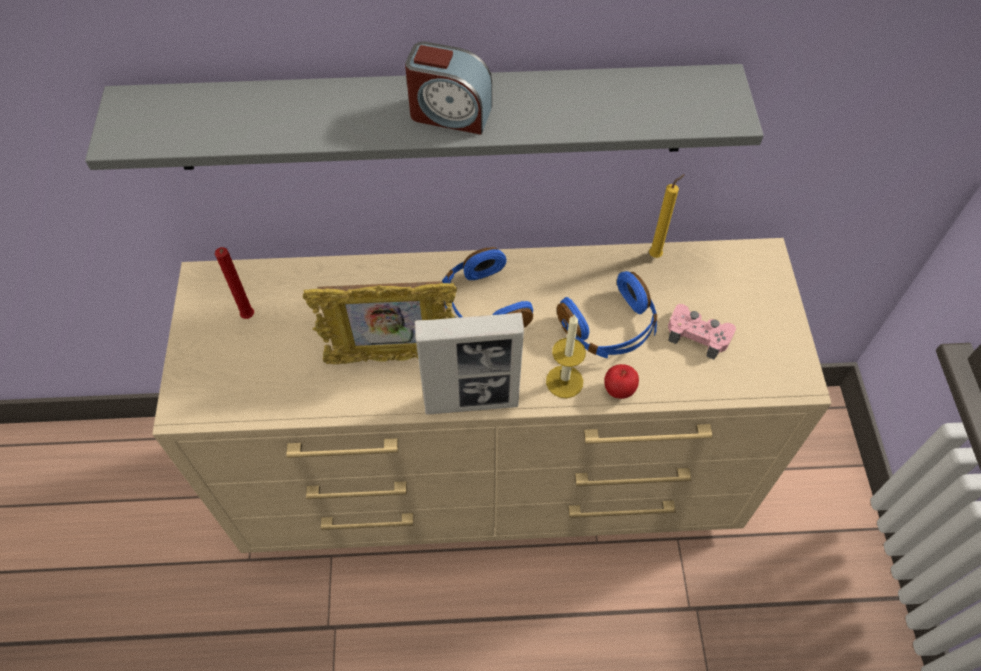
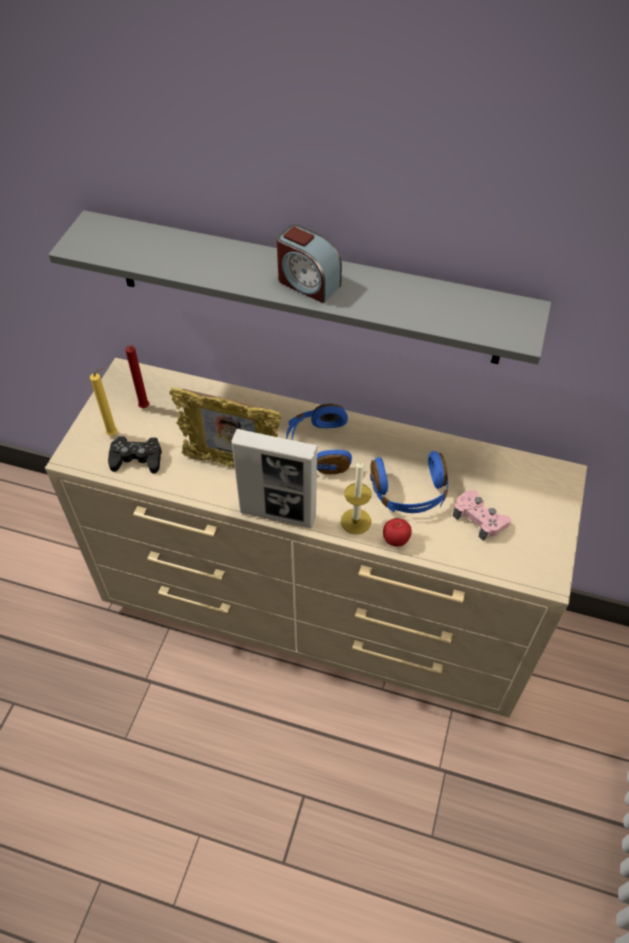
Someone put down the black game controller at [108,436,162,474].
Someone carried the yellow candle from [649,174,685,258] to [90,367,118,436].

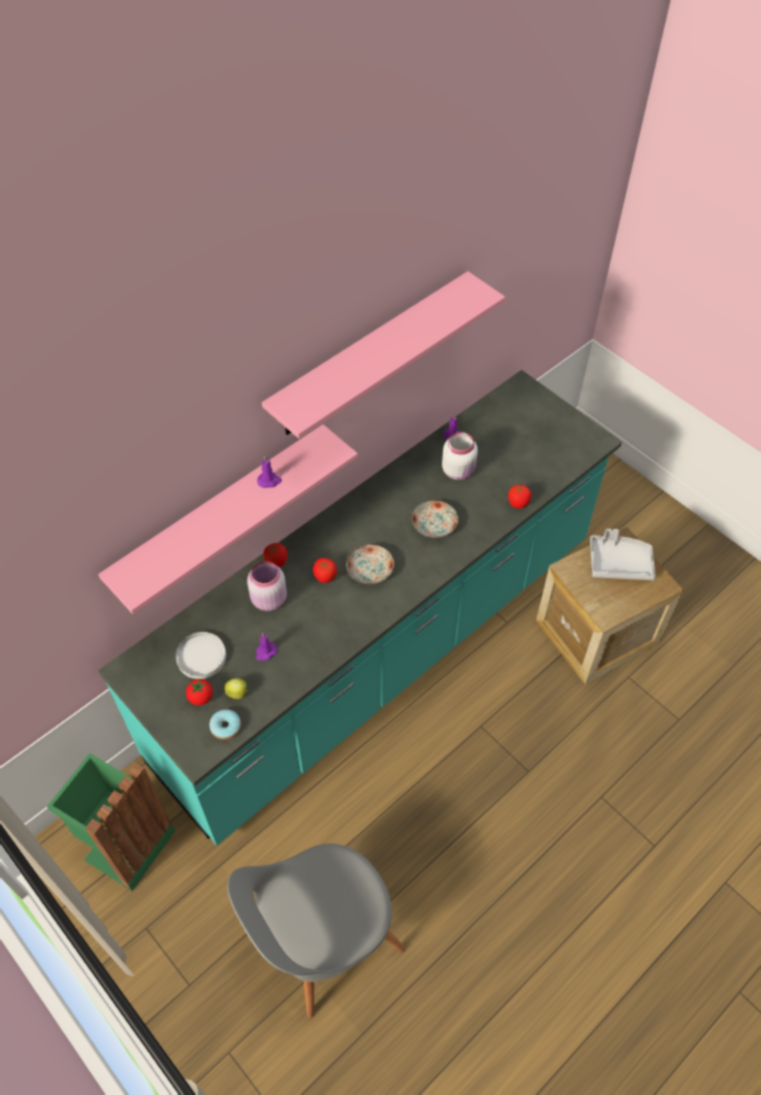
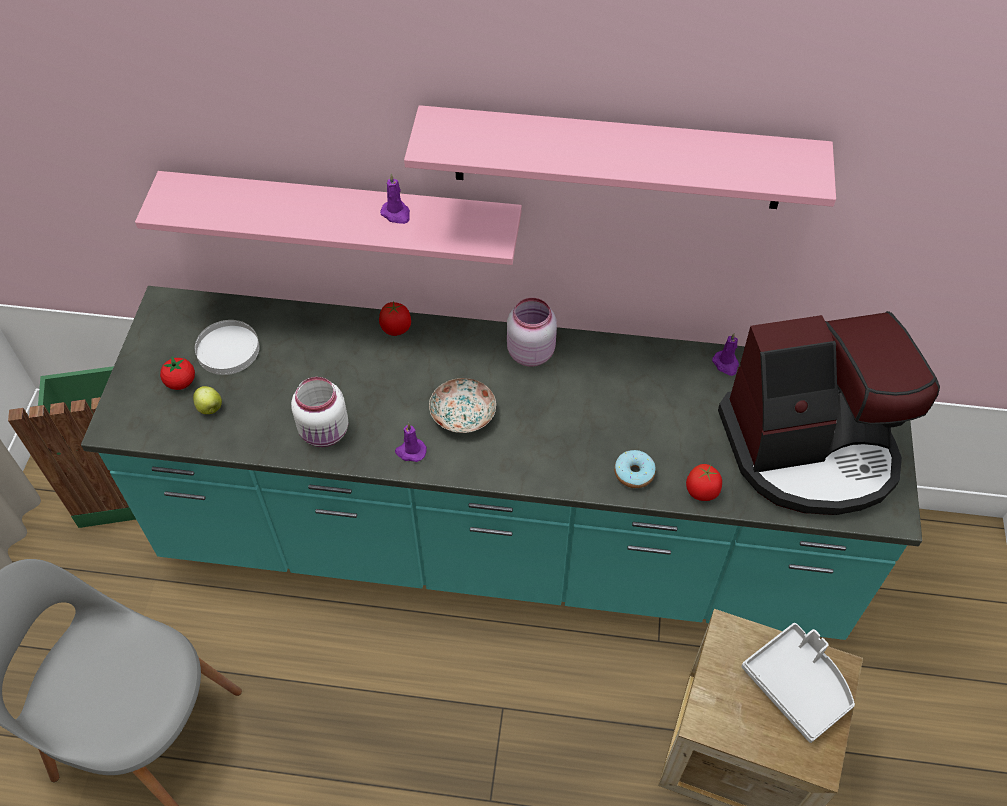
Someone took away the tomato at [313,558,337,583].
Someone took away the plate at [412,501,458,538].
Someone put down the coffee machine at [718,311,940,515].
Someone carried the donut from [209,709,241,740] to [614,450,656,488].
Someone carried the pink jar from [247,561,287,611] to [507,298,557,366].
Someone carried the purple candle from [256,633,277,661] to [395,423,427,462].
Someone carried the white jar from [442,432,478,480] to [291,377,348,447].

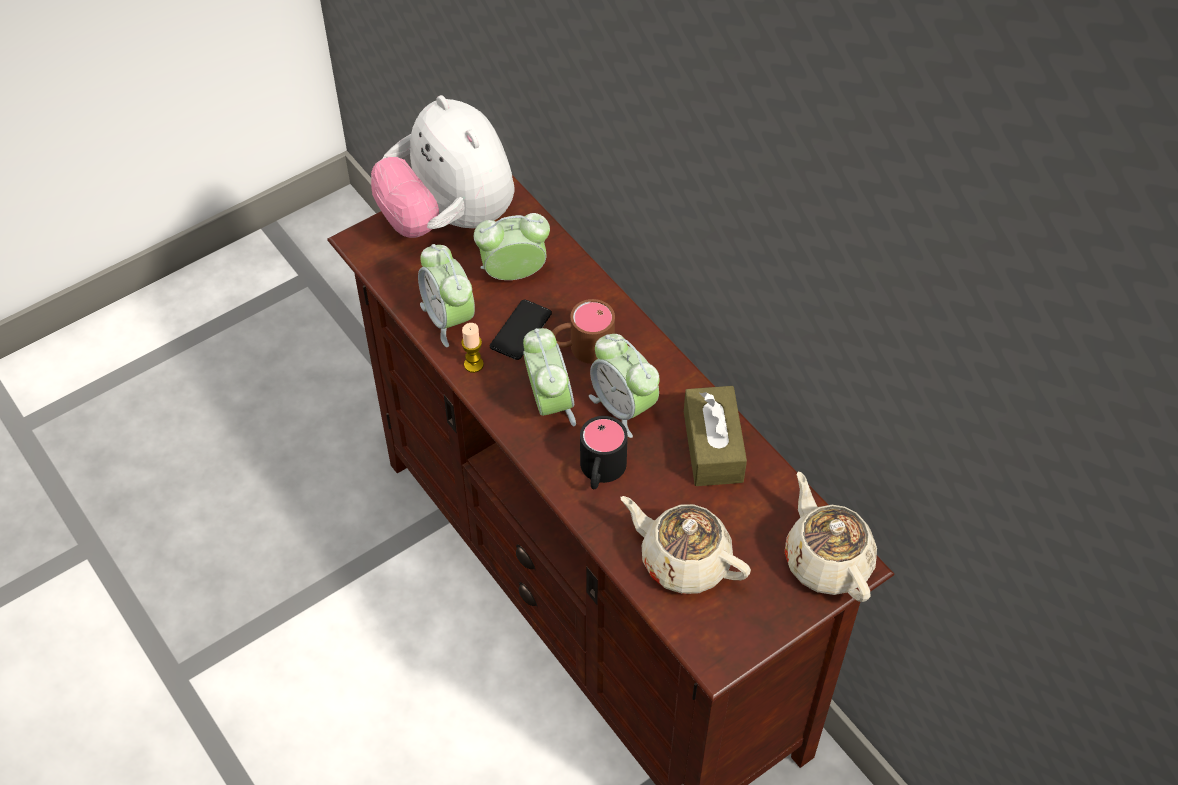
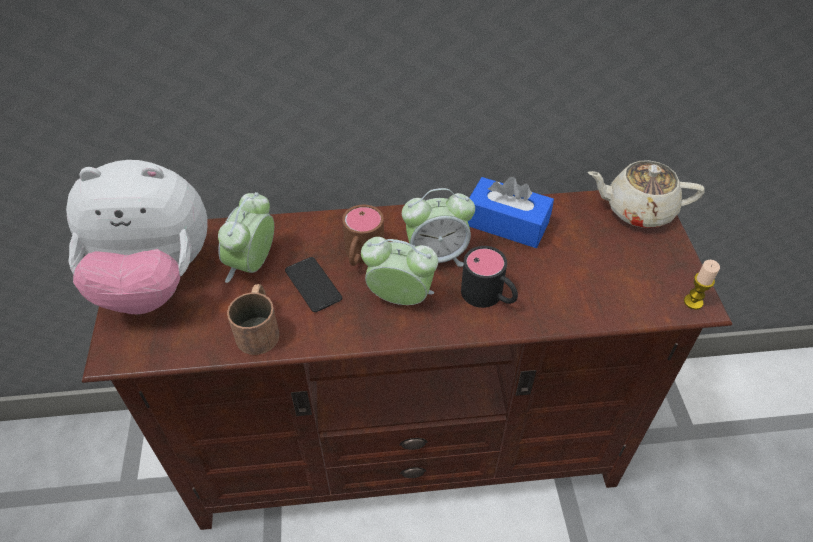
Someone took away the beige teapot at [621,496,751,594].
Someone carried the candle from [461,323,484,373] to [684,260,720,310].
Someone swapped the alarm clock at [418,244,475,347] for the brown mug at [227,284,280,355].
Someone repainted the brown tissue box at [684,386,747,486], which became the blue tissue box at [468,177,554,248].

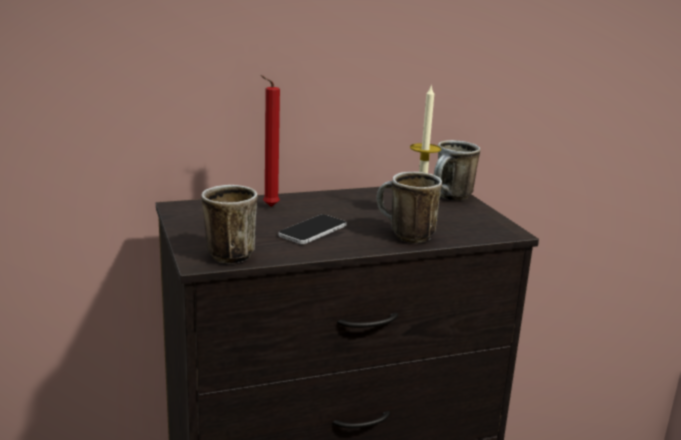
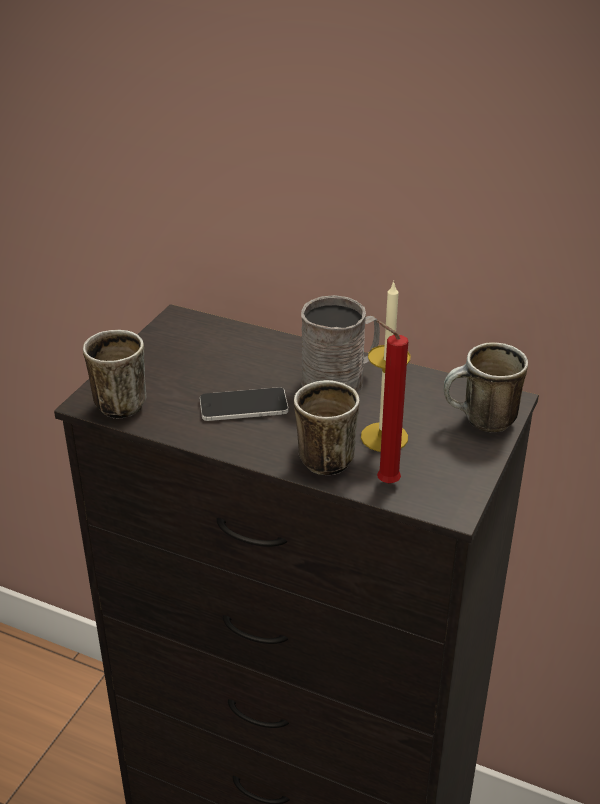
Someone put down the grey mug at [301,295,380,394].
Someone carried the red candle from [260,75,280,207] to [377,321,408,484].

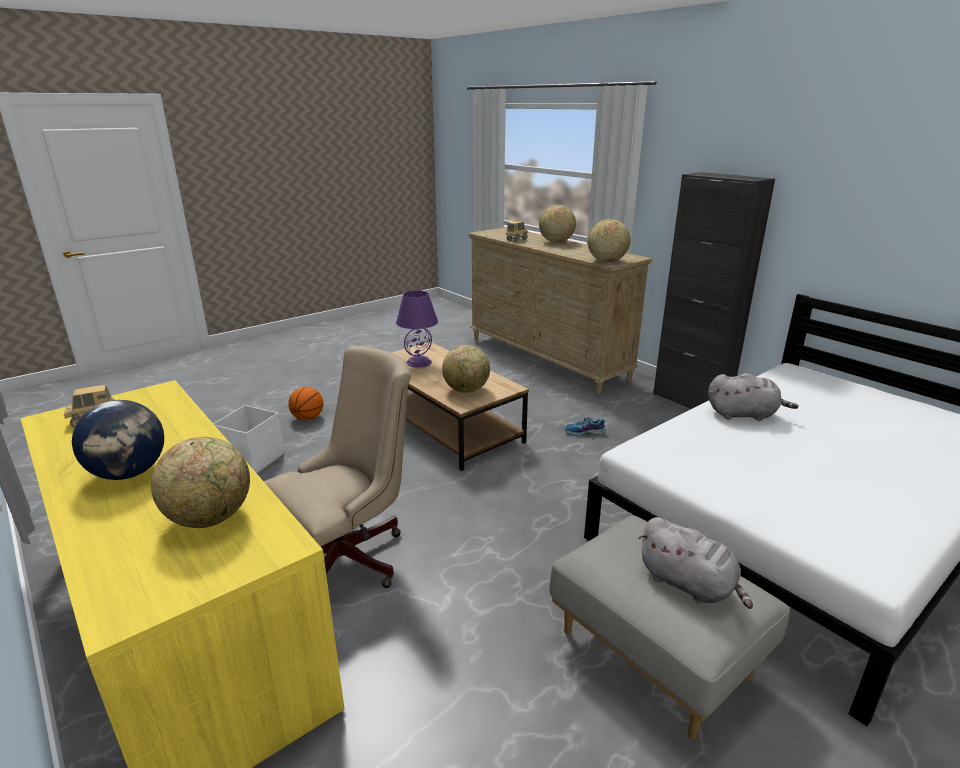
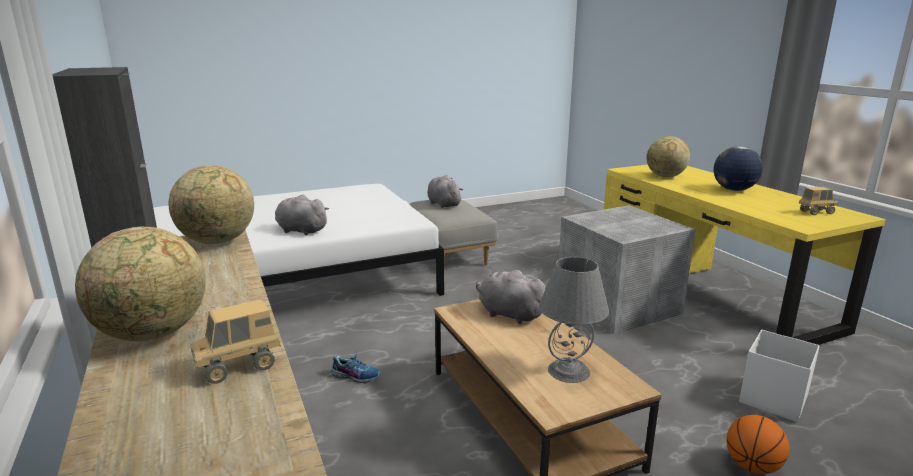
Someone swapped the beige office chair at [264,346,411,588] for the grey storage box at [559,205,696,334].
Someone swapped the globe at [442,345,490,393] for the grey plush toy at [476,270,546,324].
Someone repainted the purple table lamp at [396,290,438,368], which became the grey table lamp at [539,257,609,383].

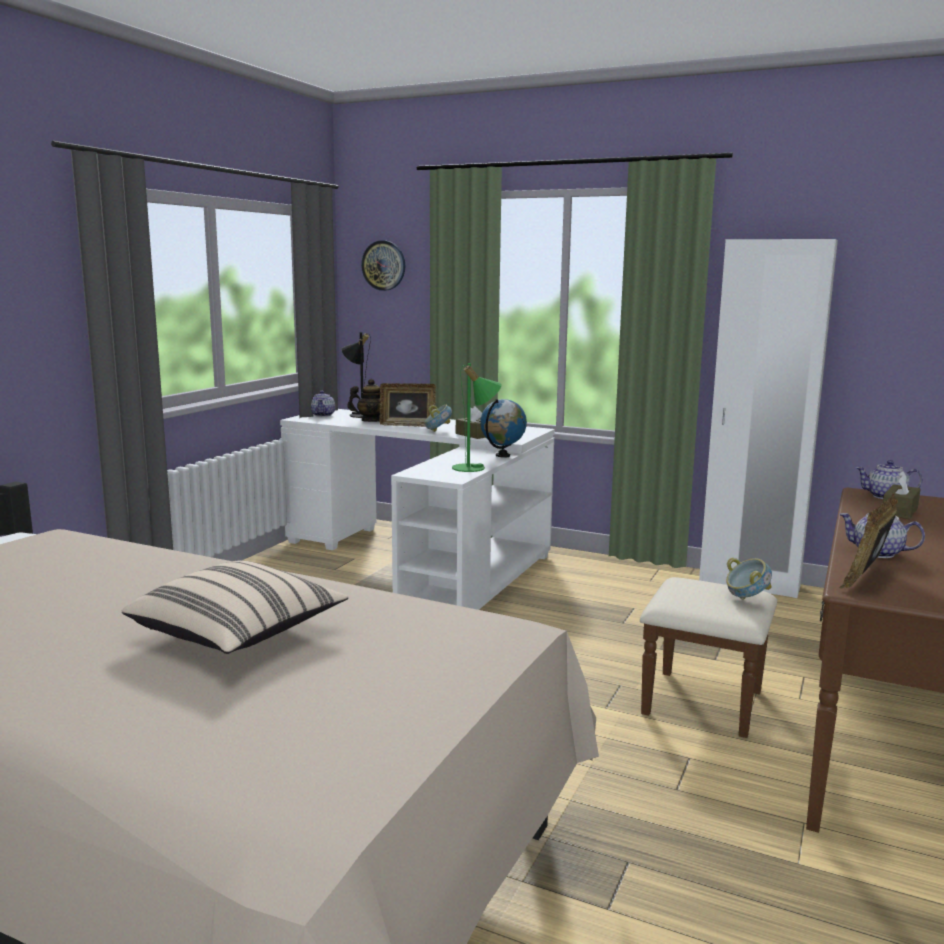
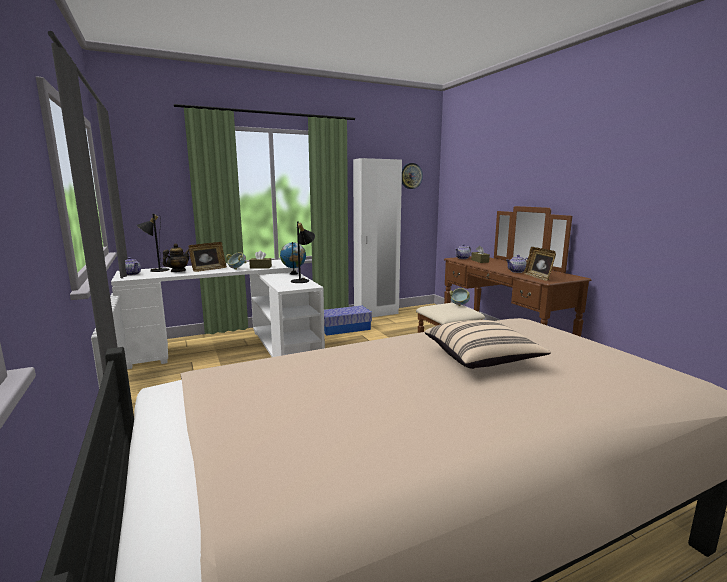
Someone put down the storage box at [324,306,372,335].
Someone carried the wall clock from [361,240,405,291] to [402,163,423,189].
Someone repainted the green table lamp at [452,363,501,472], which became the black table lamp at [291,221,315,283].

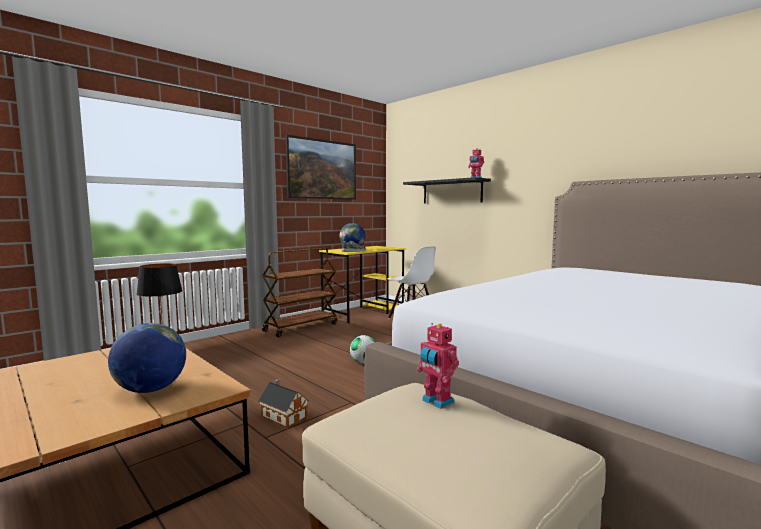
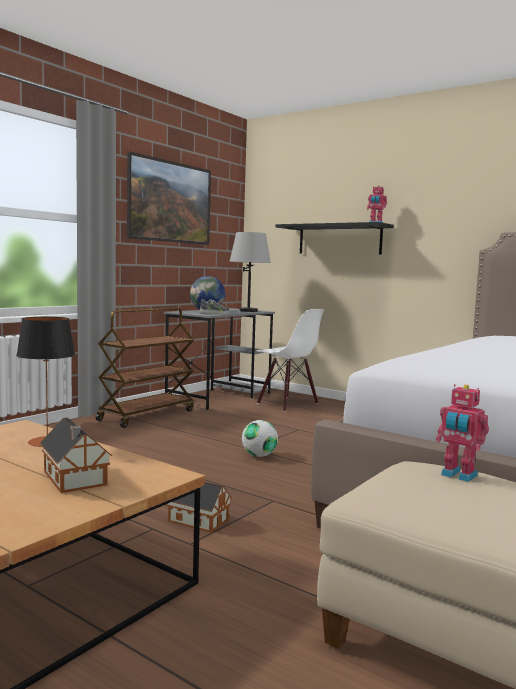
Someone put down the grey table lamp at [230,232,271,312].
Someone swapped the globe at [108,323,186,393] for the toy house at [40,417,112,493].
Someone repainted the yellow desk at [319,246,406,323], which became the grey desk at [164,308,275,410].

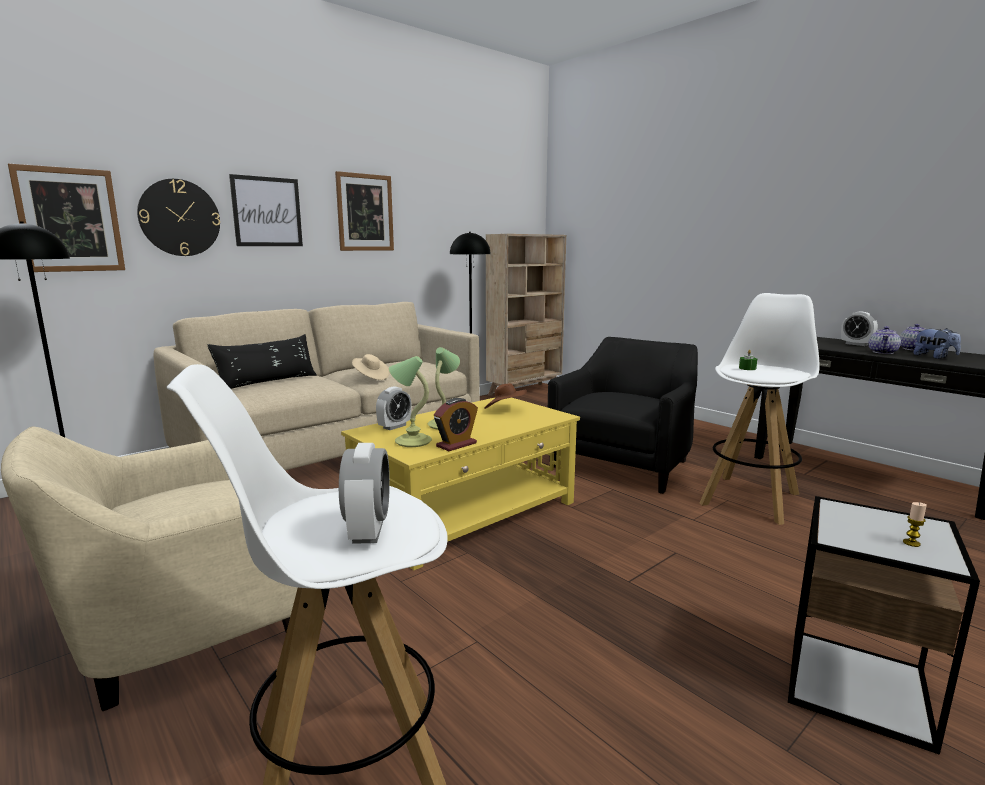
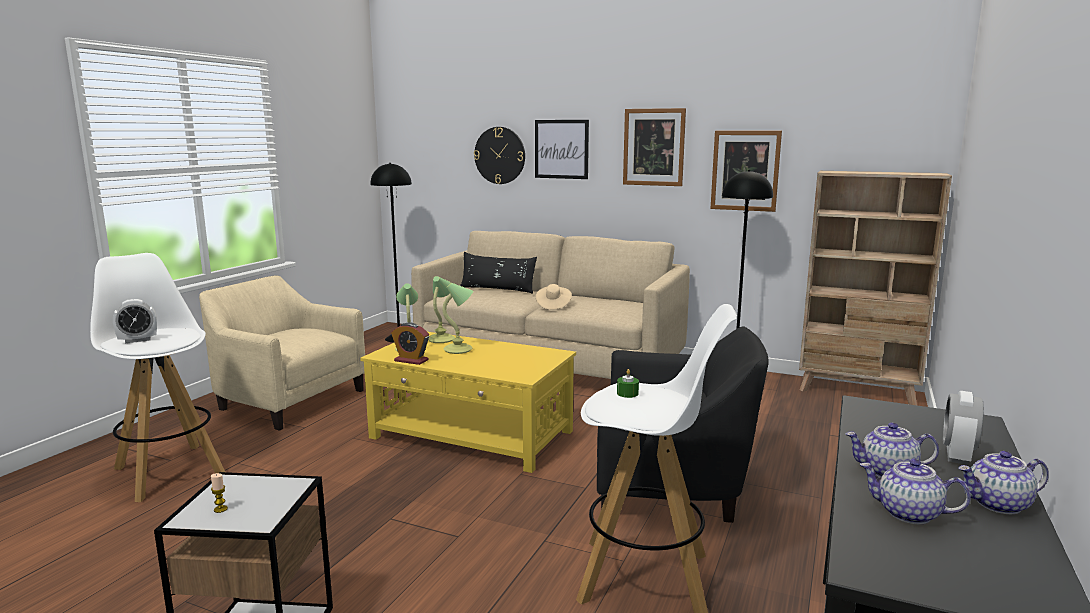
Someone took away the brown hat at [484,383,527,409].
Someone carried the picture from [8,163,125,272] to [710,131,782,212].
Someone swapped the alarm clock at [376,386,411,430] for the table lamp at [428,276,455,343].
Someone swapped the plush toy at [914,328,961,359] for the teapot at [860,459,971,524].

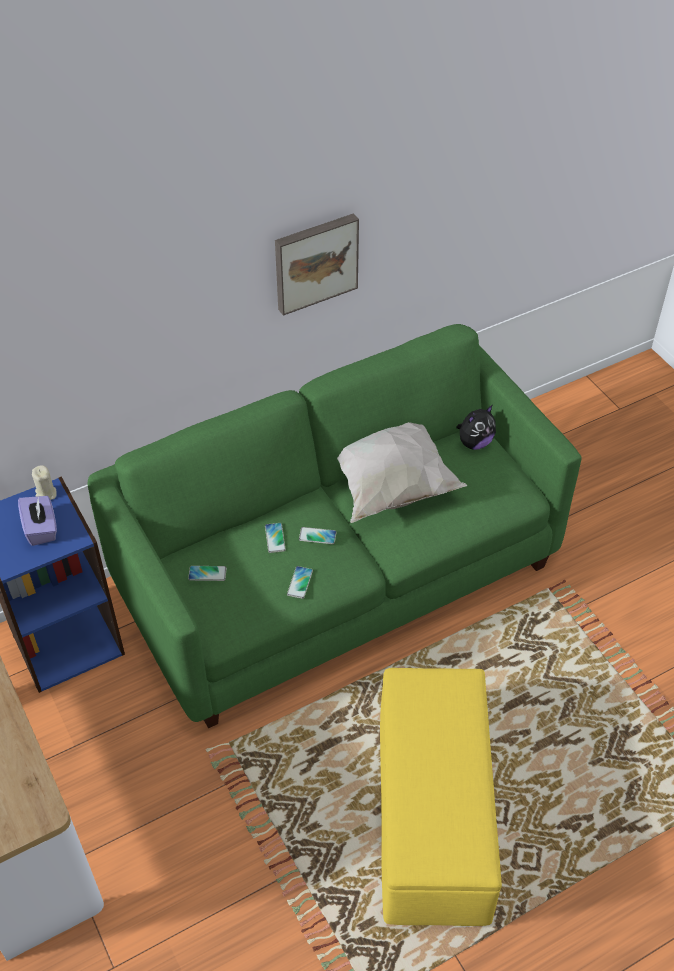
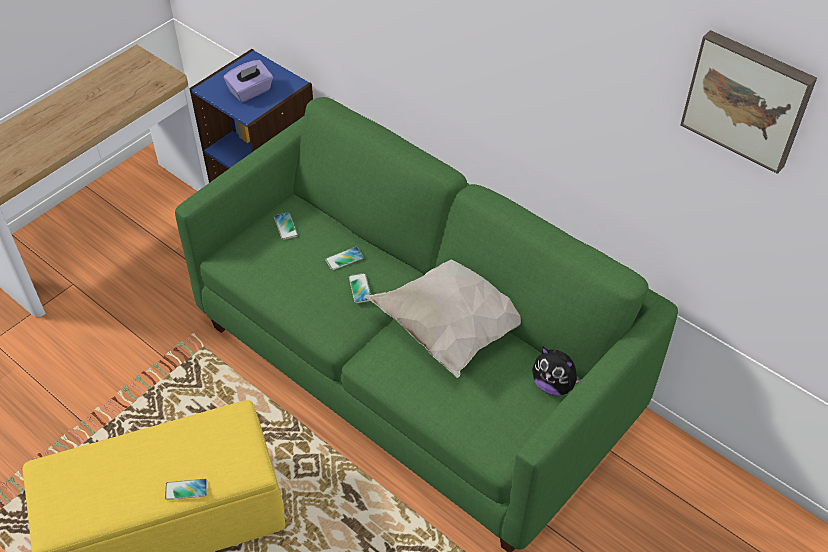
Someone took away the beige candle at [32,465,57,500].
Someone carried the picture from [275,213,359,316] to [680,30,817,174].
Someone carried the phone from [287,566,313,599] to [165,479,207,500].

